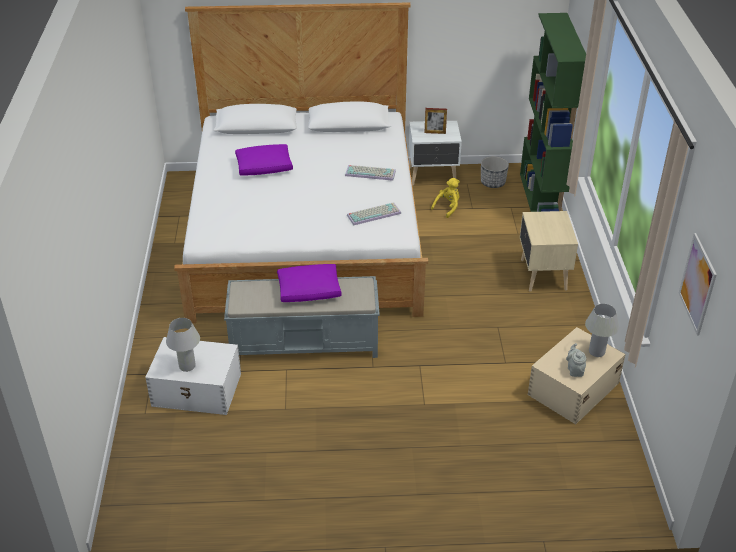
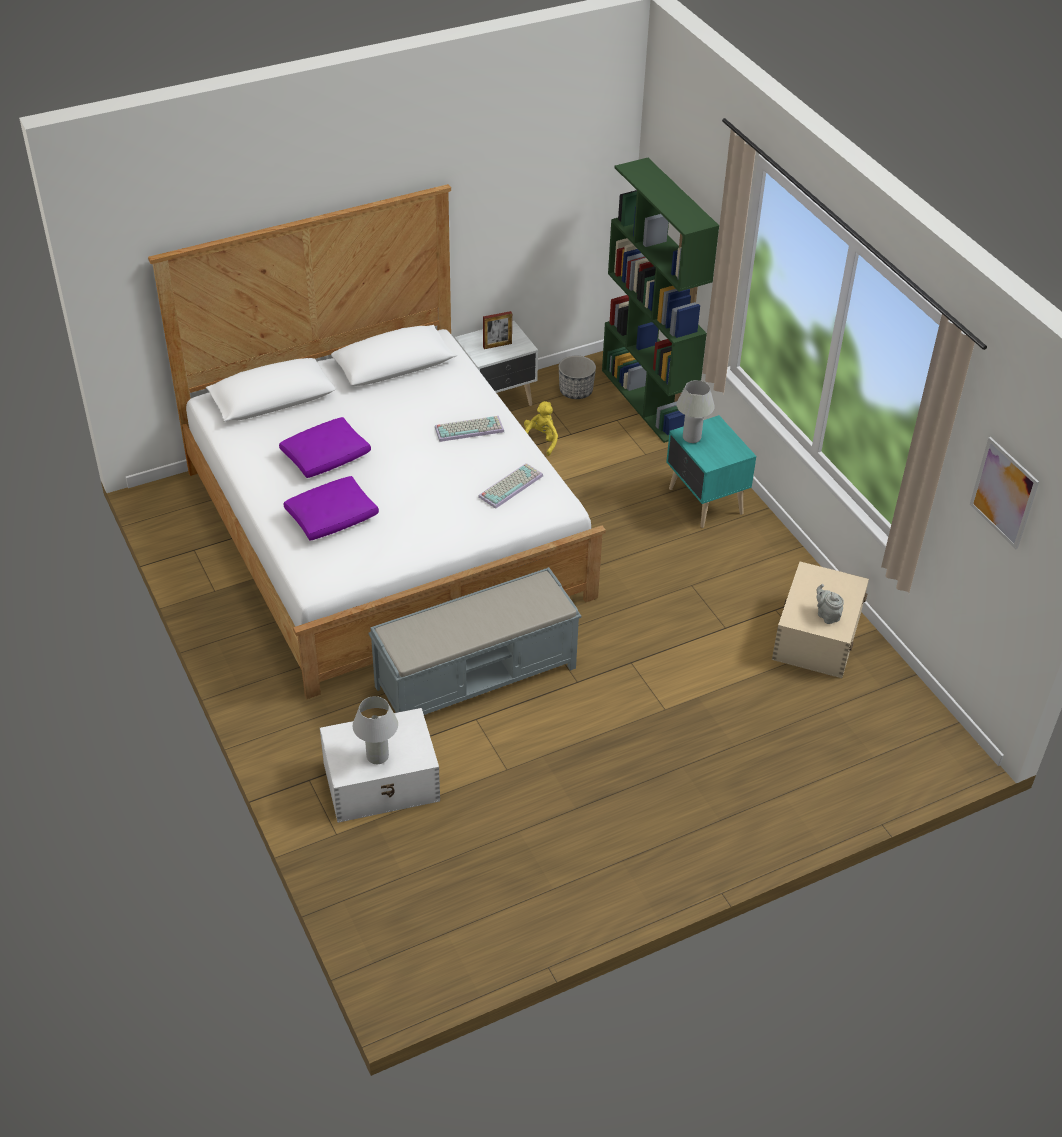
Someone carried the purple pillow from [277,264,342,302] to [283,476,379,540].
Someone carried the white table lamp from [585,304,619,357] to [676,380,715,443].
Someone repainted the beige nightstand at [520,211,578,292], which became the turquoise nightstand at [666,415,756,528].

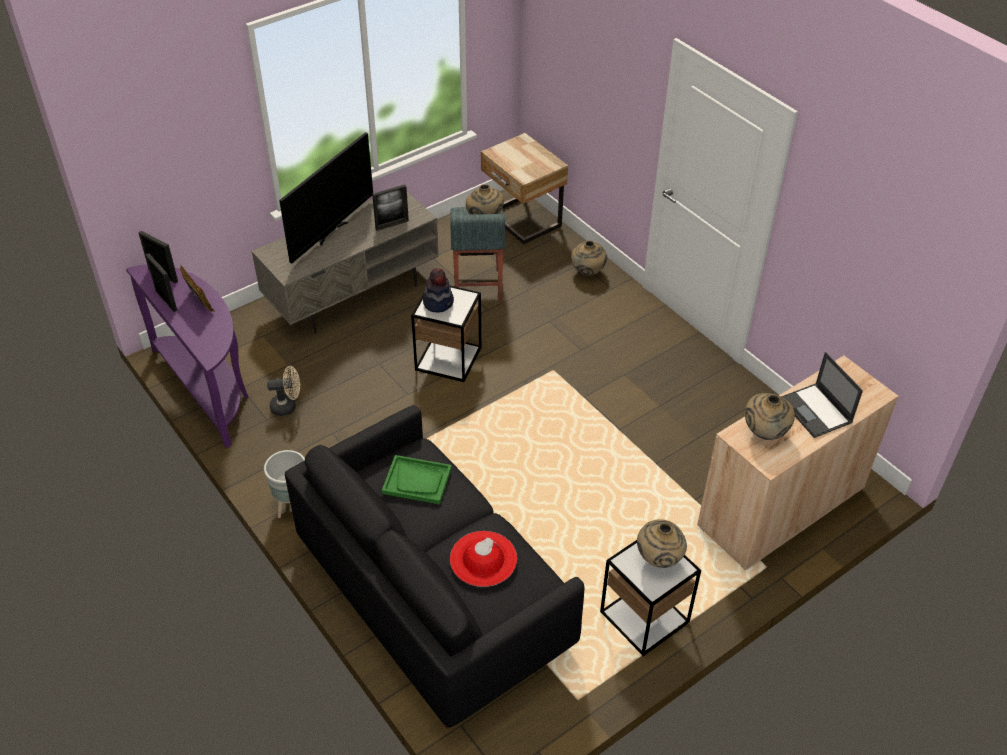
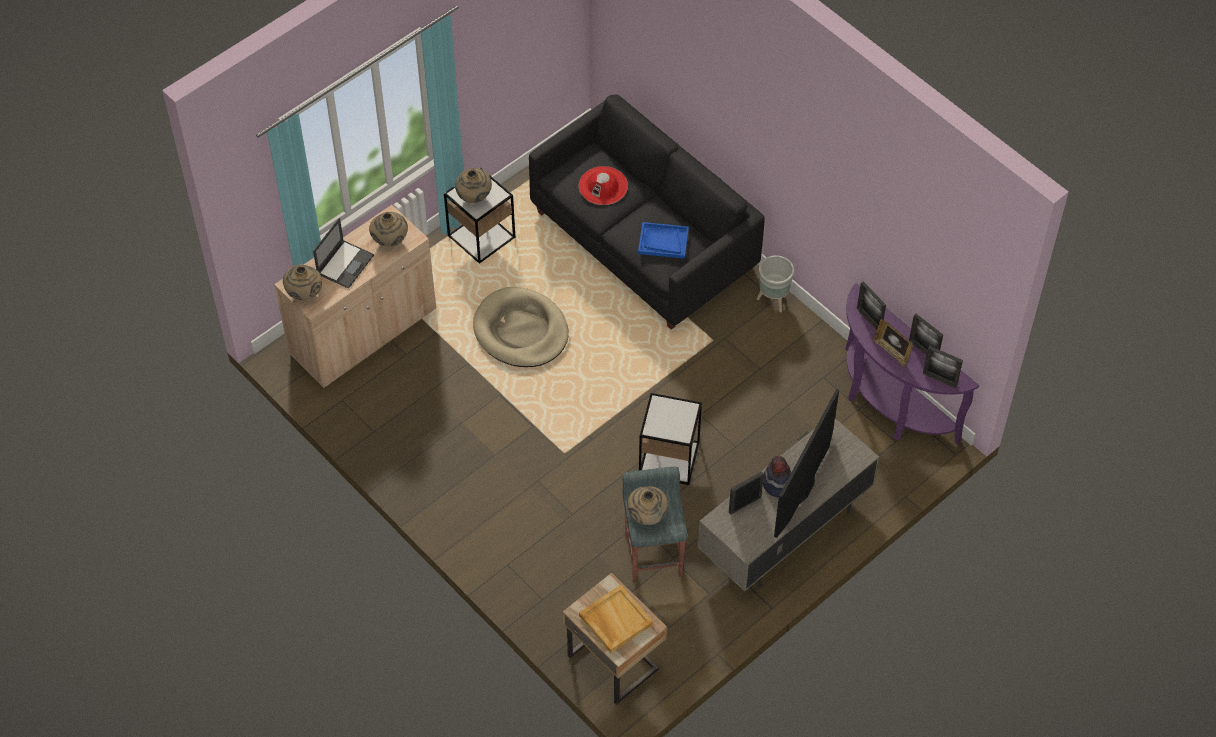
Someone took away the beige fan at [267,366,300,416].
Someone put down the beige dog bed at [473,287,569,367].
Someone put down the beige tray at [579,585,653,653].
Someone put down the picture frame at [857,281,886,330].
Someone carried the hat from [423,268,454,312] to [763,456,791,498].
Someone carried the beige vase from [571,241,607,276] to [283,264,322,300].
Someone repainted the green tray at [382,455,452,504], which became the blue tray at [638,222,689,259].
Someone rotated the laptop at [781,352,863,438] by 60 degrees clockwise.

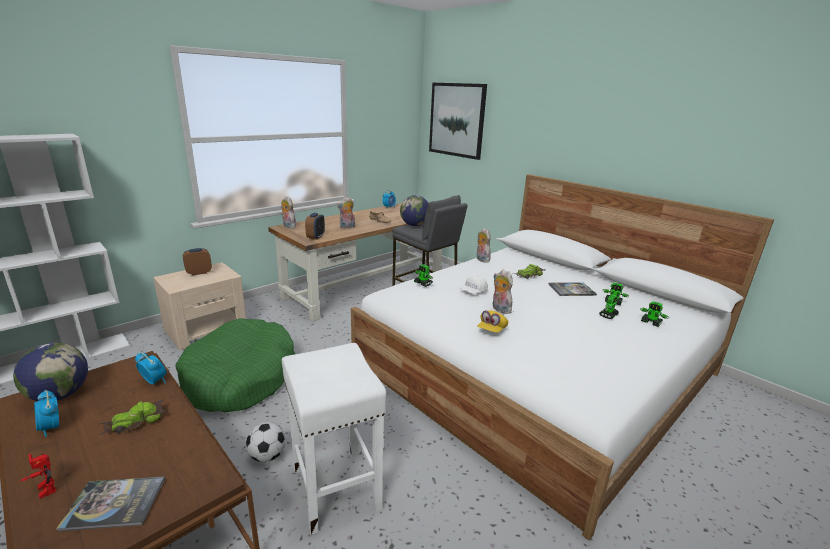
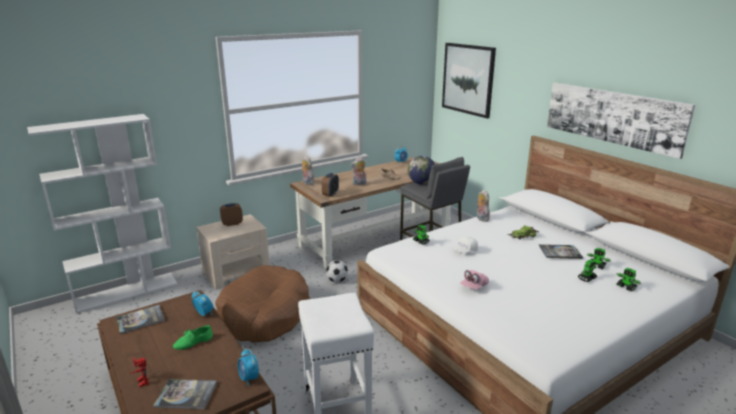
Someone took away the plush toy at [493,270,513,314].
Someone put up the picture at [547,83,695,159].
Someone carried the alarm clock from [34,390,59,437] to [238,348,259,386].
Someone carried the football from [246,422,286,462] to [326,260,348,282].
Someone swapped the globe at [13,343,88,401] for the book at [116,305,165,334].
Someone swapped the toy car at [100,400,166,435] for the green shoe at [173,325,213,350].
Someone repainted the green dog bed at [175,318,295,413], which became the brown dog bed at [215,265,310,343].
Someone repainted the yellow cap at [477,310,508,333], which became the pink cap at [460,270,489,290].

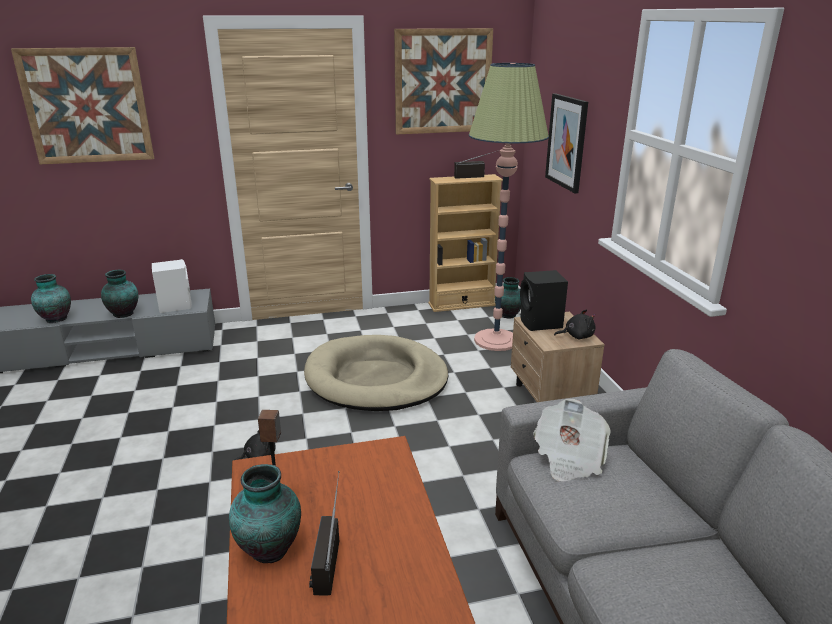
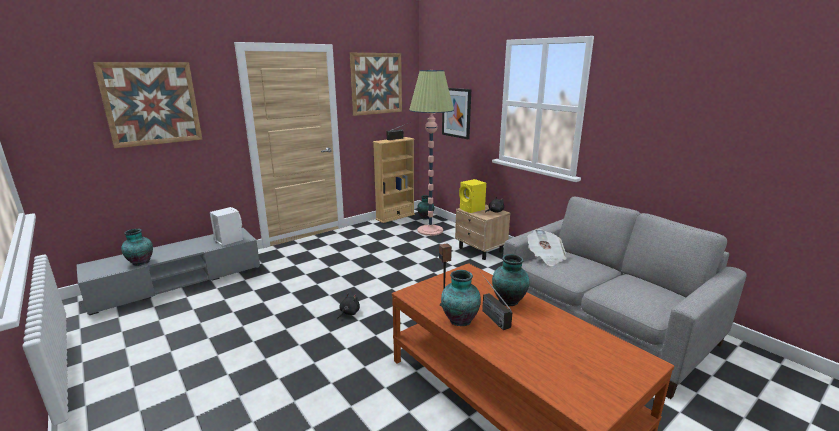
Someone took away the beige dog bed at [304,335,448,411].
Someone carried the vase from [101,270,138,318] to [492,254,529,306].
Someone repainted the black speaker at [520,270,568,331], which became the yellow speaker at [459,179,486,213].

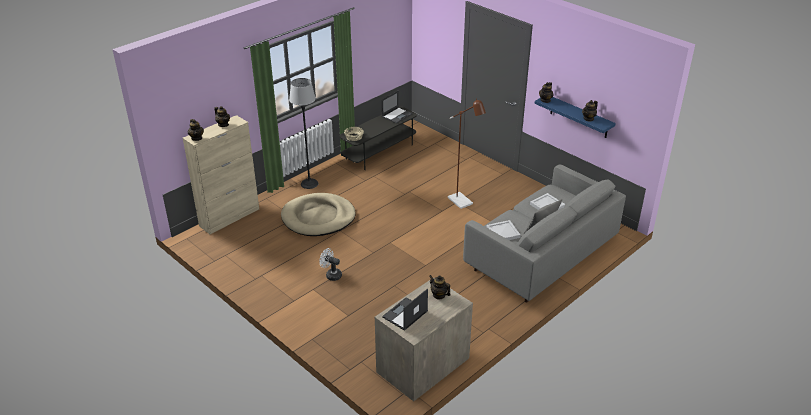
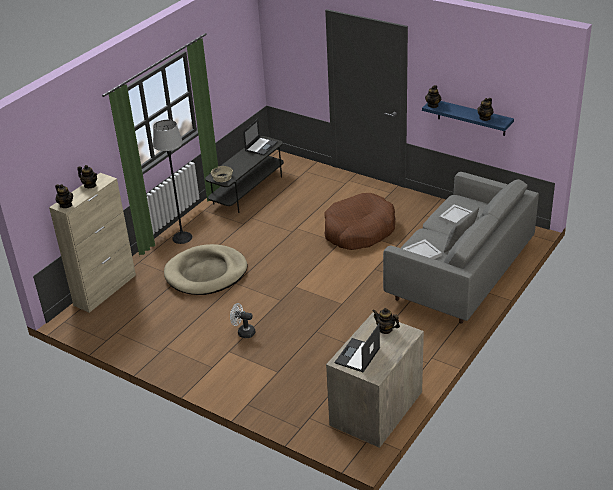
Someone swapped the brown floor lamp at [448,98,486,209] for the brown dog bed at [324,193,395,250].

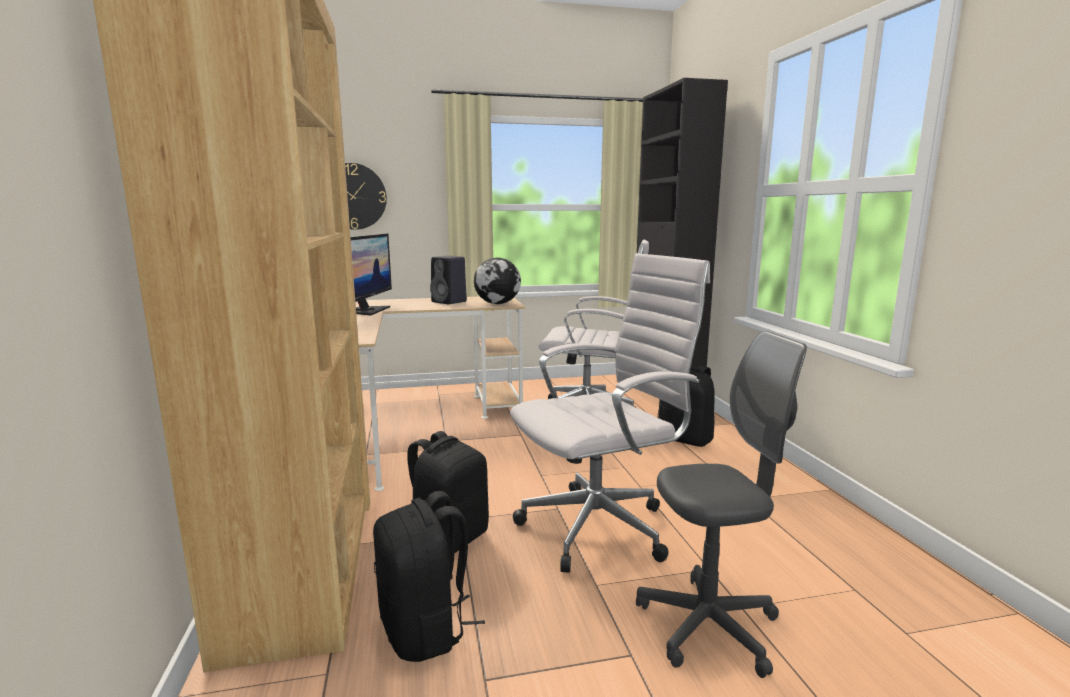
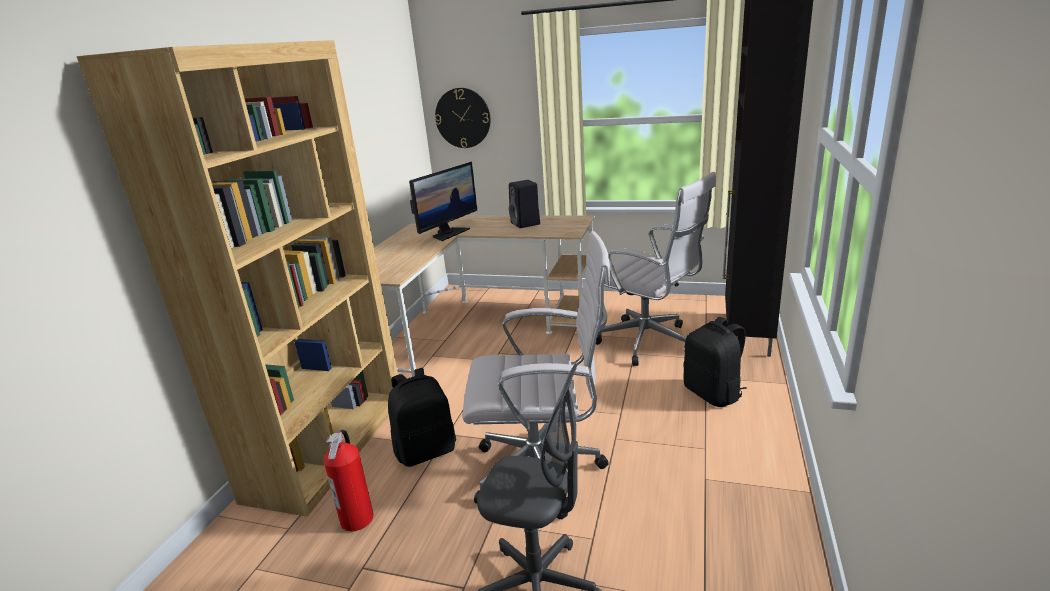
Someone took away the globe at [474,257,521,304].
Someone swapped the black backpack at [373,491,485,662] for the fire extinguisher at [323,429,374,531].

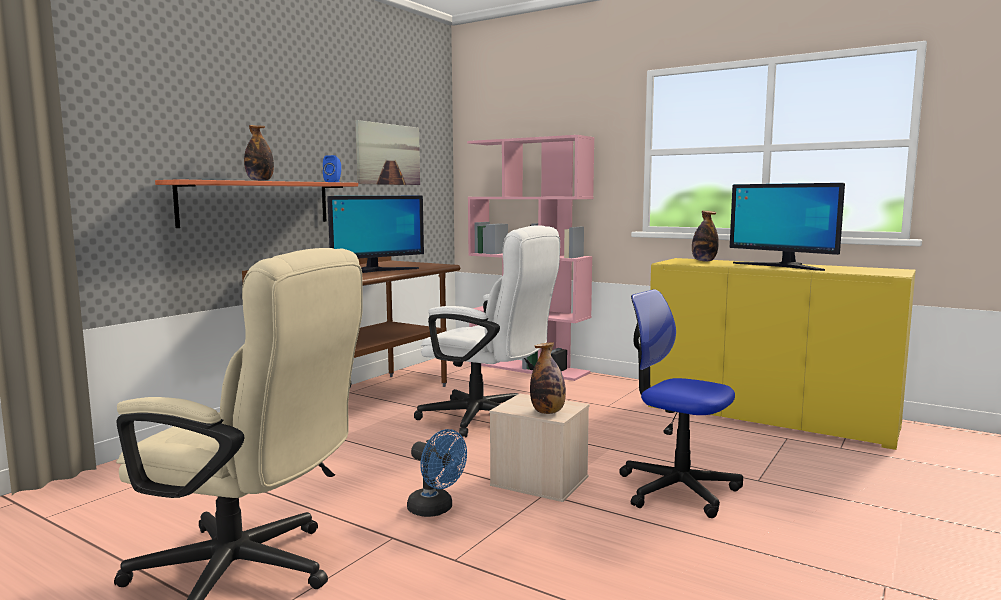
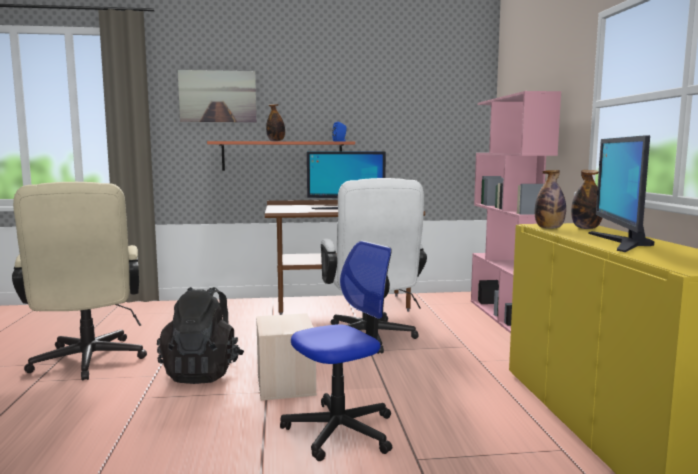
Someone carried the picture from [356,120,420,185] to [178,70,257,122].
Someone carried the bottle from [530,342,566,414] to [534,170,566,229].
Someone swapped the blue fan at [407,429,467,517] for the black backpack at [157,287,244,384].
Someone rotated the office chair at [619,289,743,518] by 60 degrees clockwise.

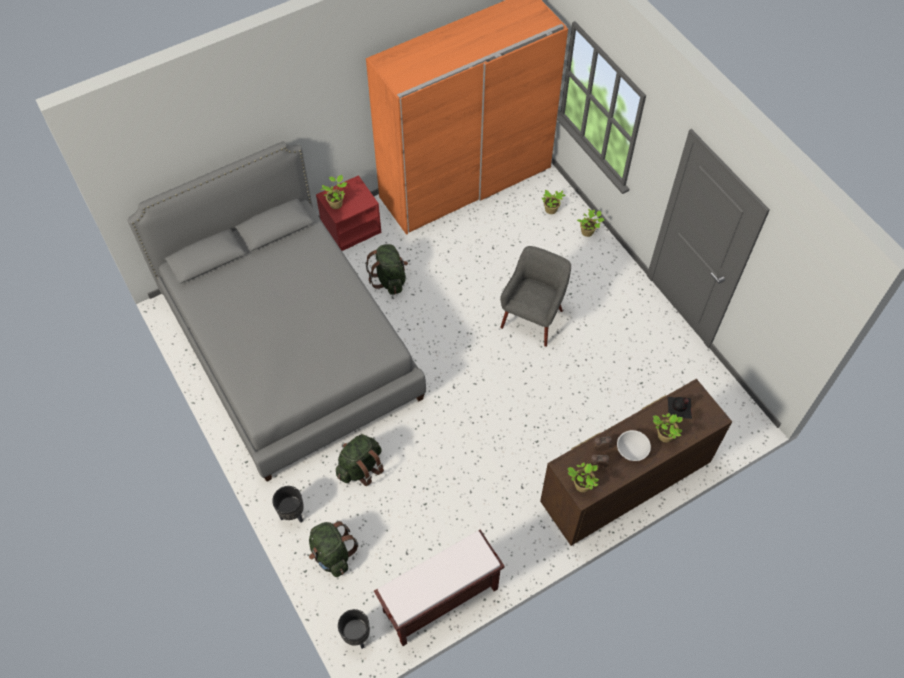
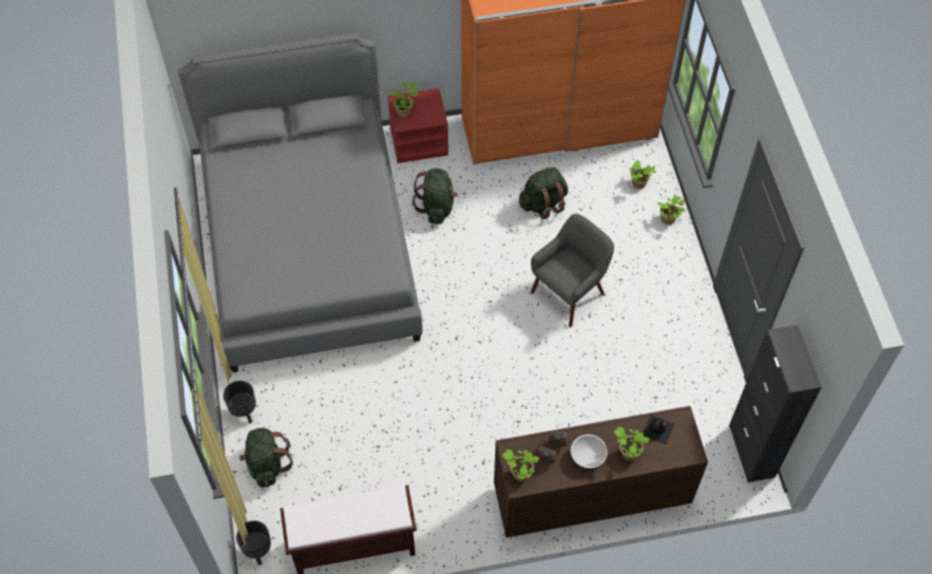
Someone put down the black cabinet at [729,325,822,482].
Someone carried the green backpack from [336,434,384,486] to [519,167,568,220].

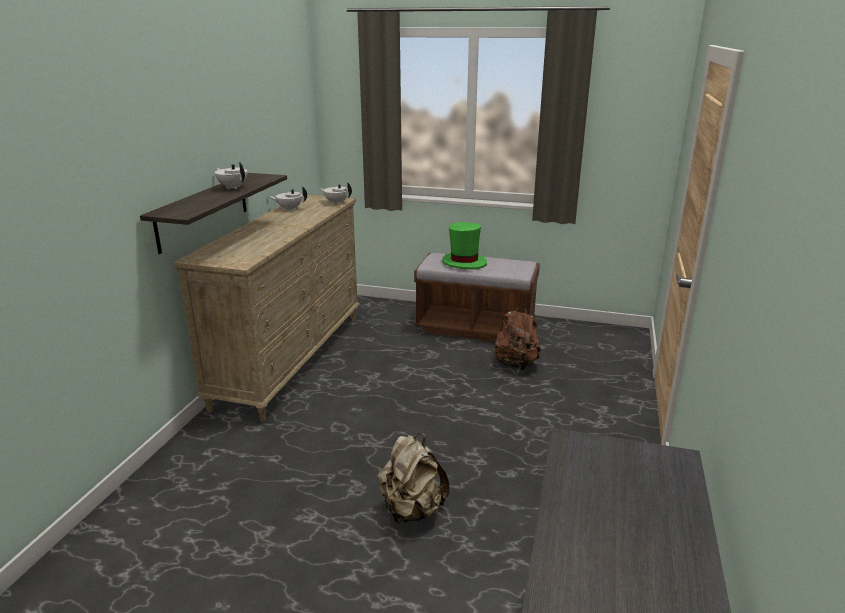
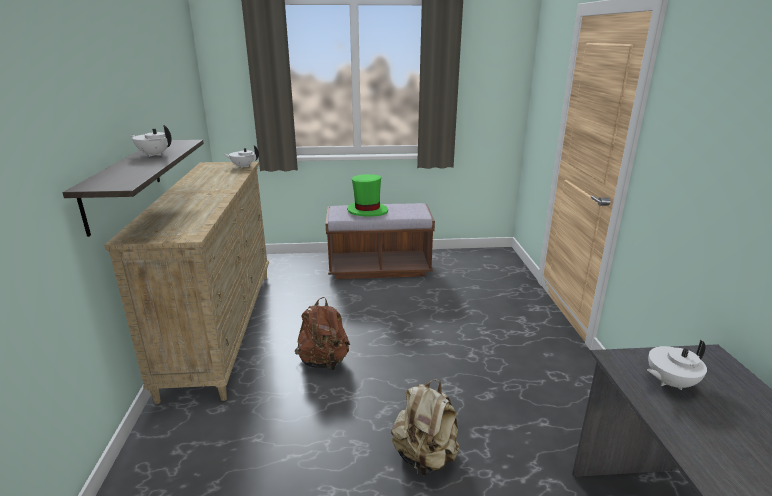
Someone carried the white teapot from [269,186,307,211] to [647,340,707,390].
Someone carried the brown backpack from [491,305,541,370] to [294,297,350,370].

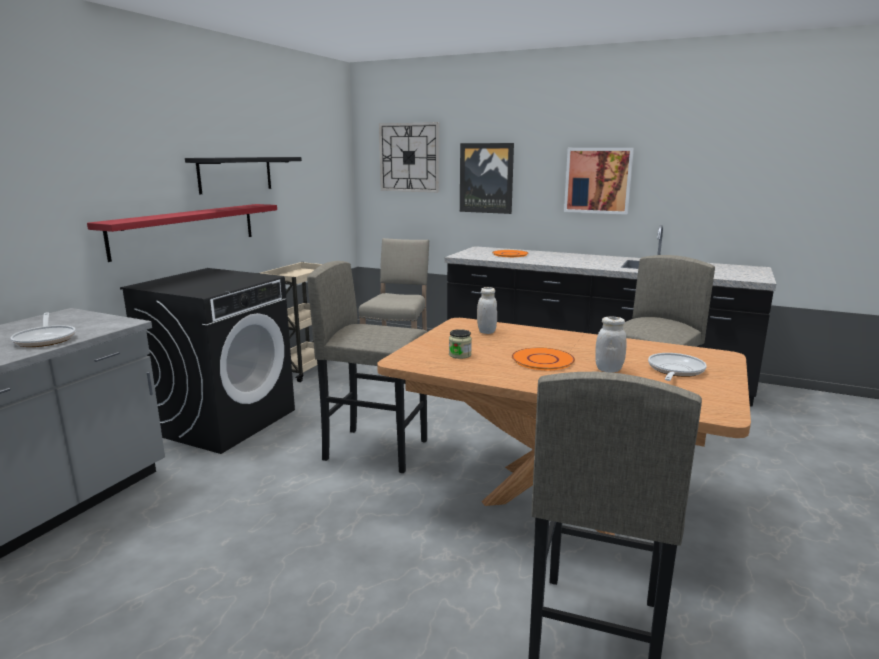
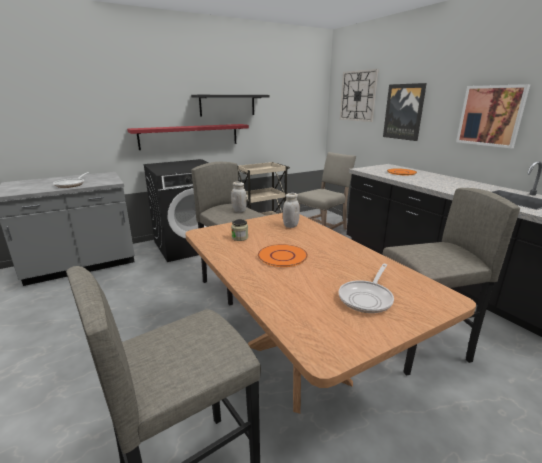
Someone carried the white jar from [595,317,626,373] to [231,182,247,212].
Someone rotated the frying pan at [648,353,707,381] by 150 degrees clockwise.

